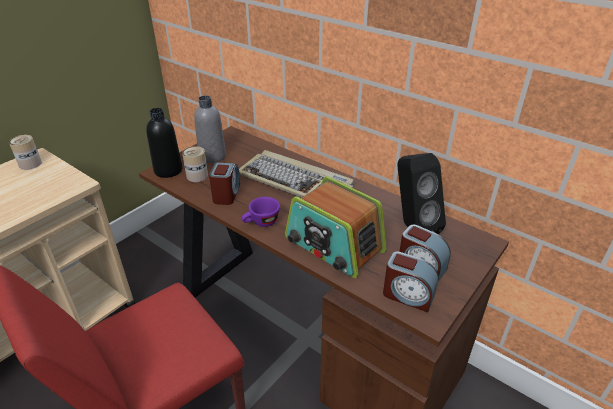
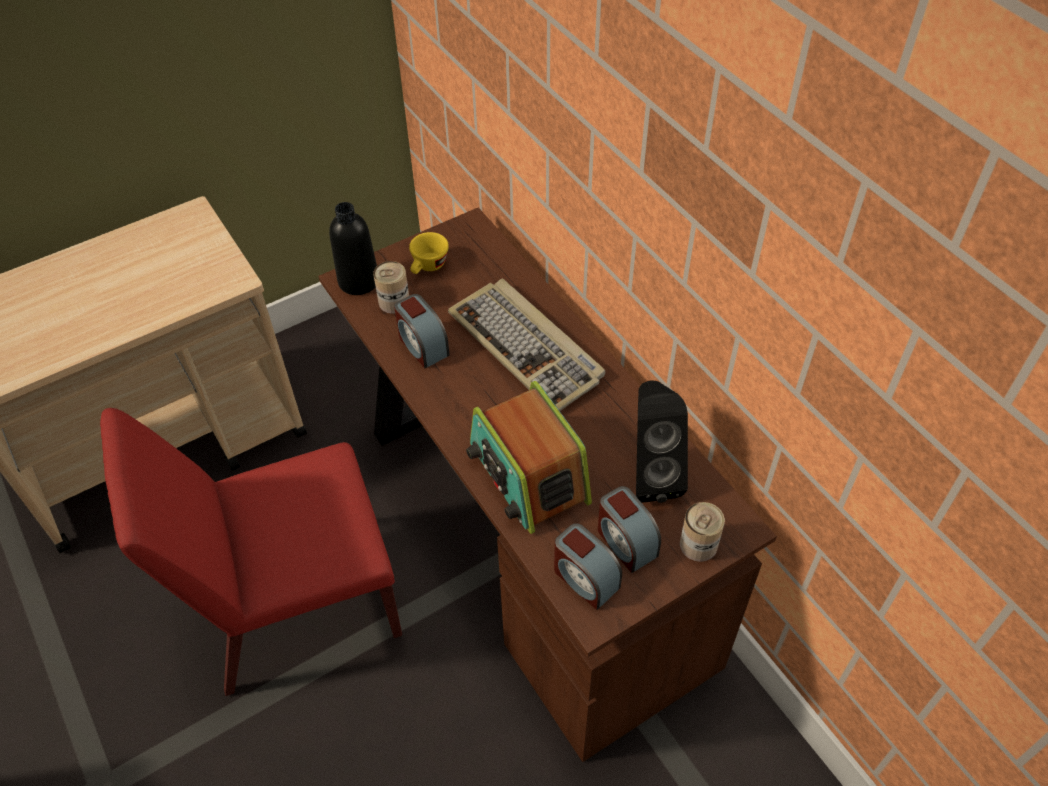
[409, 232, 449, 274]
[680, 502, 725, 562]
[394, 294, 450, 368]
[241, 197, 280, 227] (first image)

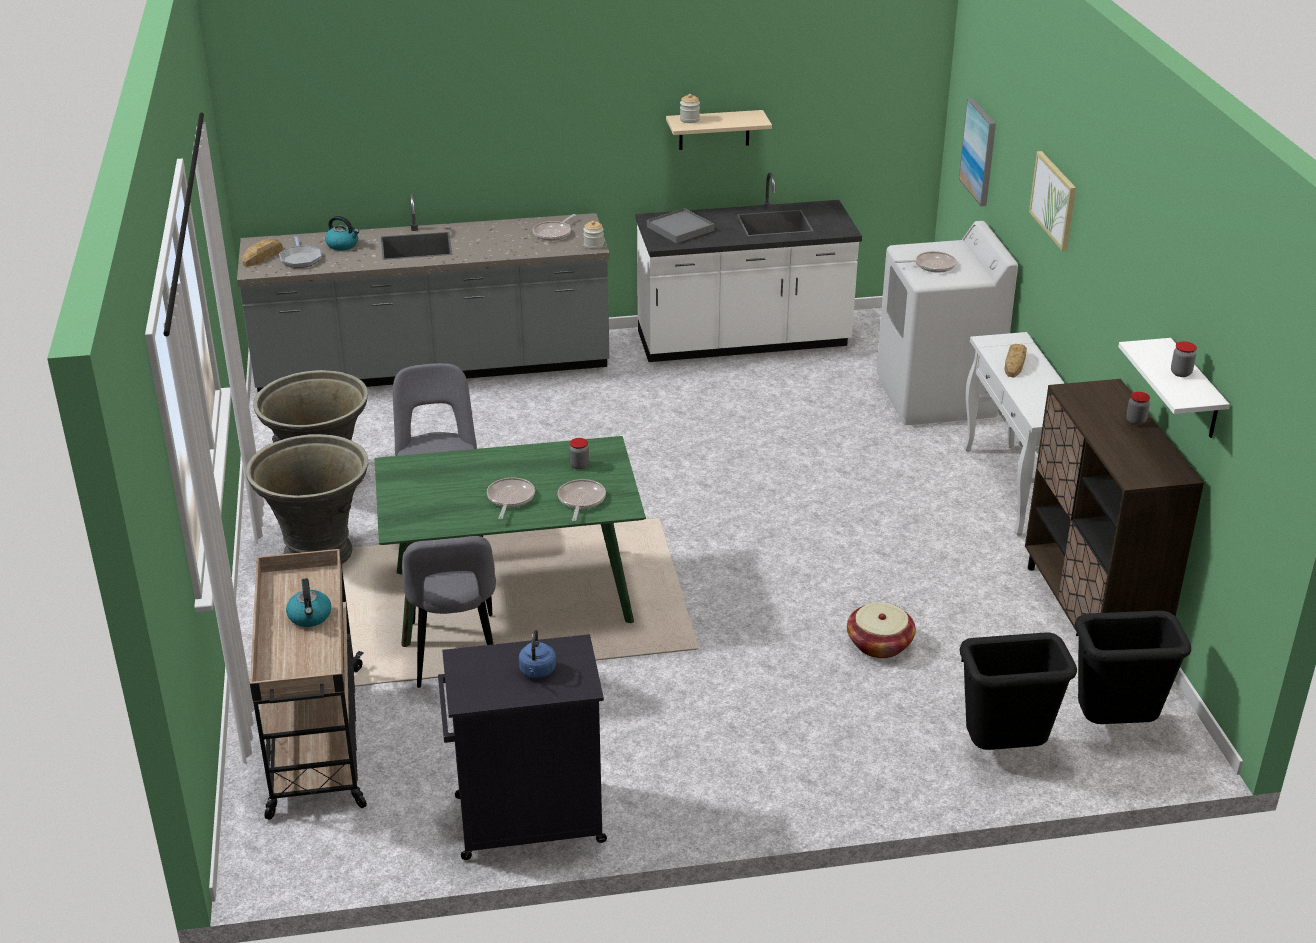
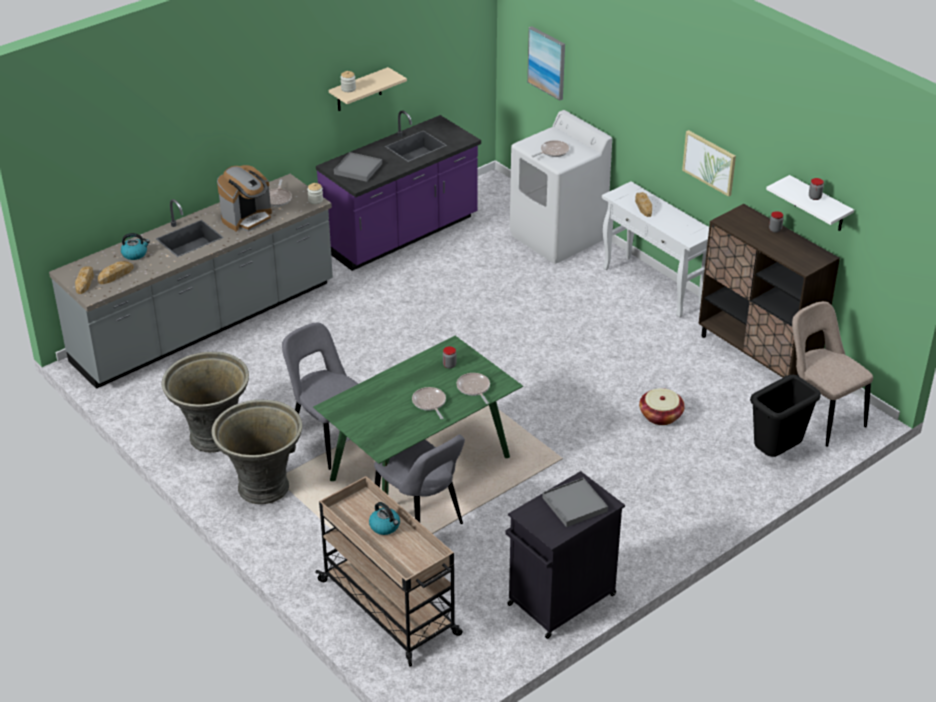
[682, 130, 736, 197]
[316, 110, 481, 271]
[98, 261, 134, 284]
[792, 301, 873, 447]
[542, 478, 608, 527]
[217, 165, 272, 232]

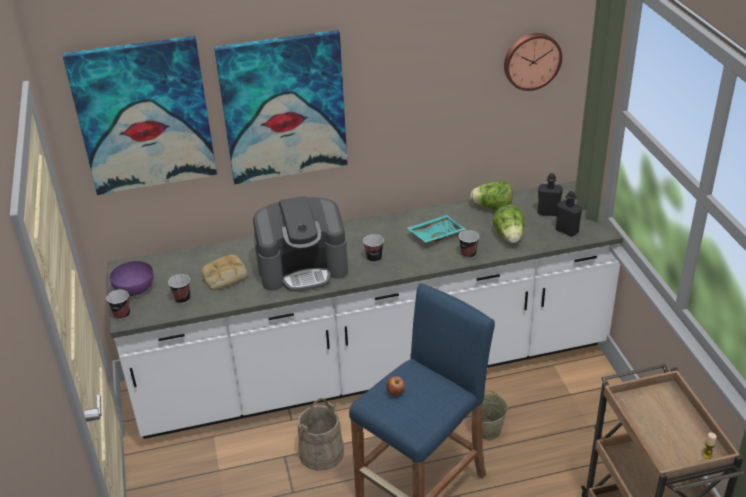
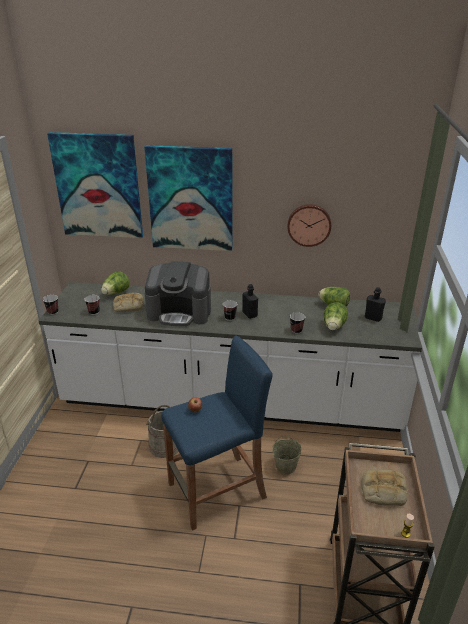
[287, 204, 331, 247]
[243, 284, 258, 319]
[407, 215, 466, 243] (first image)
[110, 261, 154, 296] (first image)
[101, 271, 129, 295]
[362, 470, 408, 506]

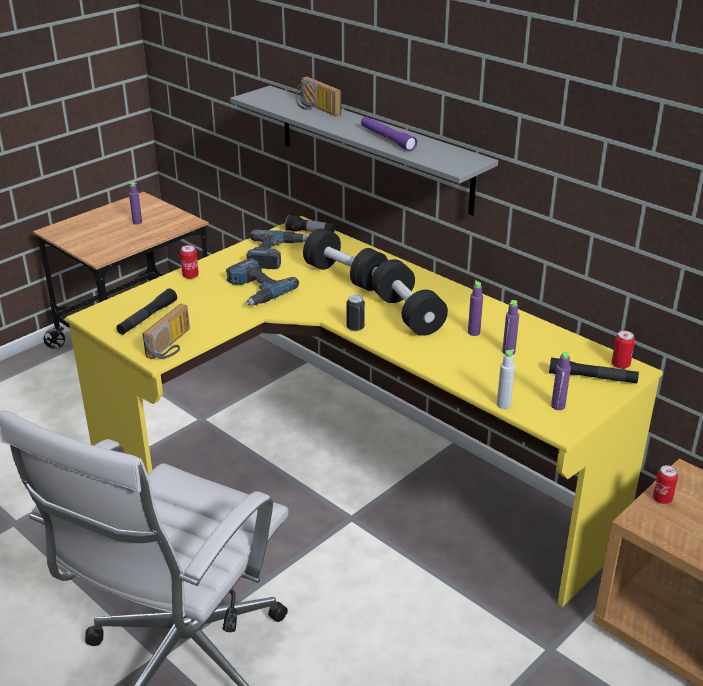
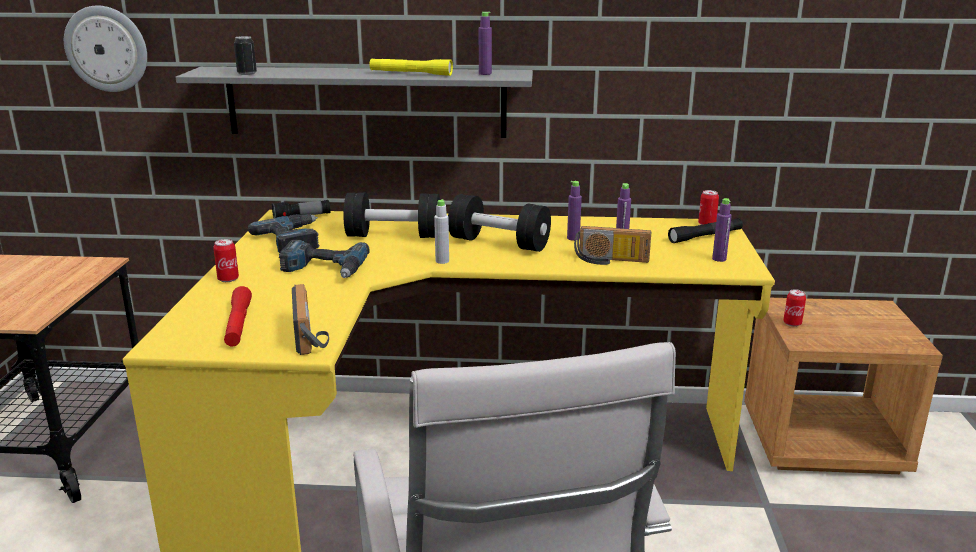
[574, 226, 651, 265]
[370, 58, 453, 76]
[479, 12, 492, 75]
[224, 286, 252, 346]
[234, 36, 257, 75]
[434, 199, 449, 264]
[64, 5, 147, 92]

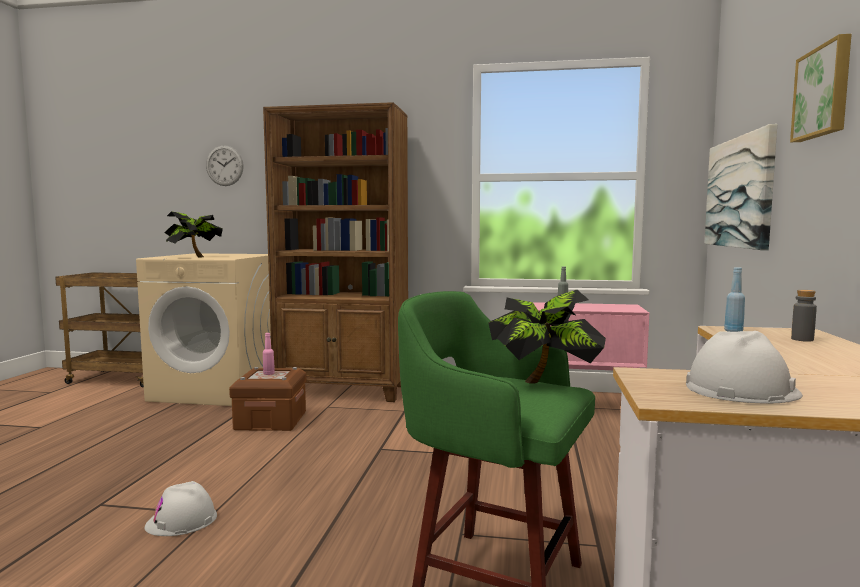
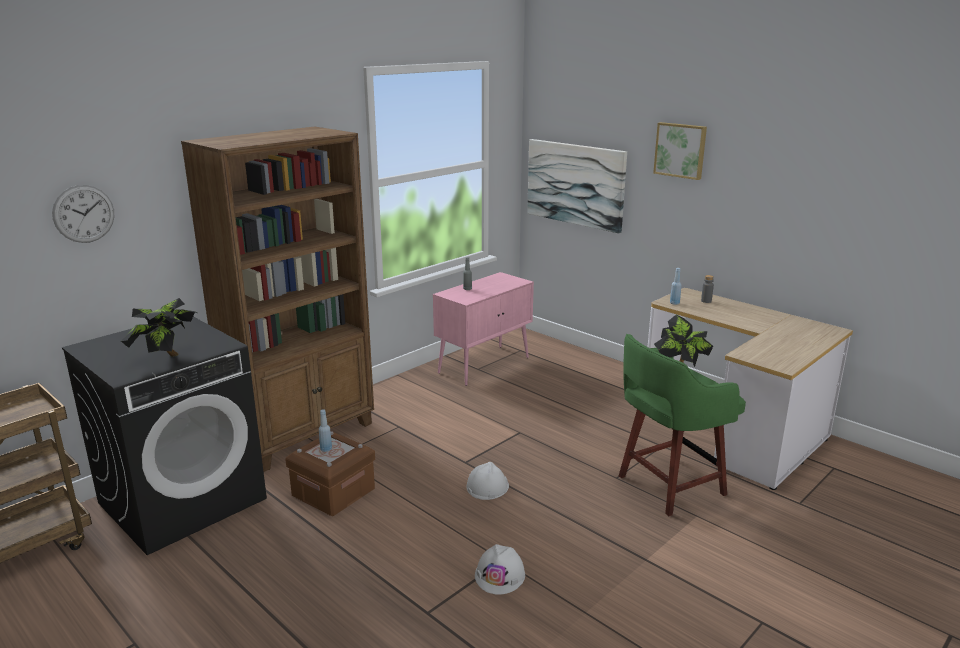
[62, 317, 267, 555]
[466, 462, 509, 500]
[319, 409, 332, 452]

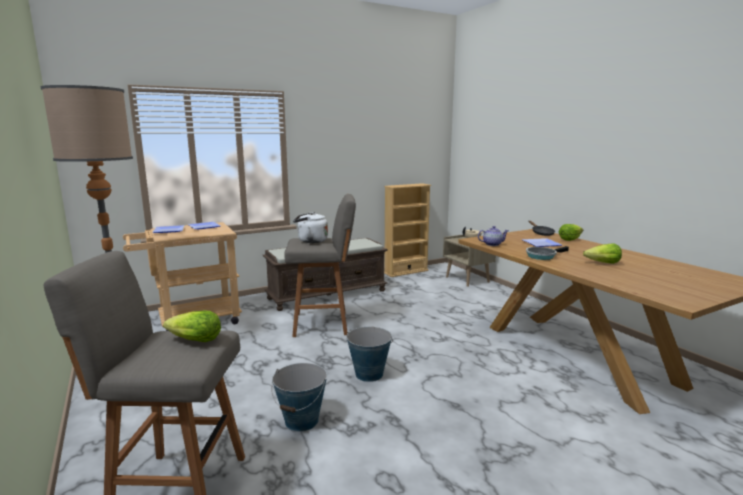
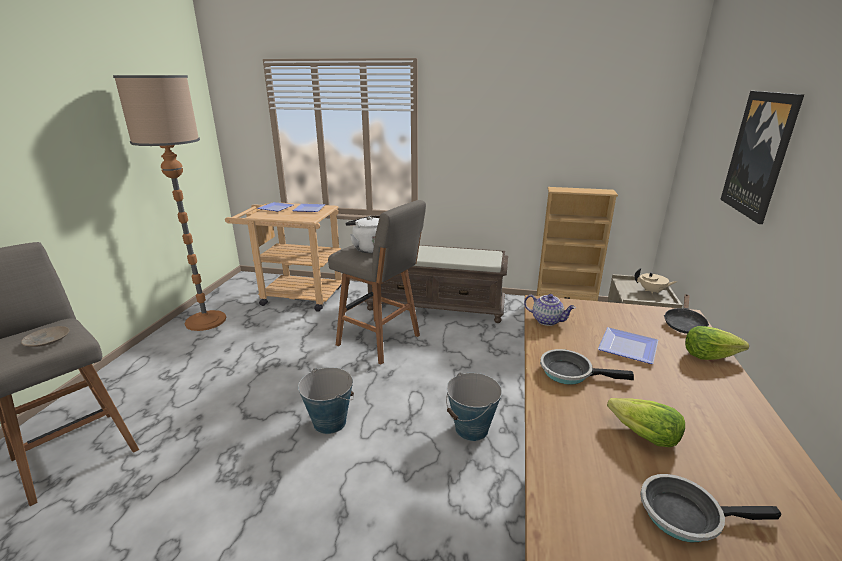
[21, 326, 69, 347]
[446, 373, 502, 441]
[720, 91, 804, 224]
[640, 474, 782, 542]

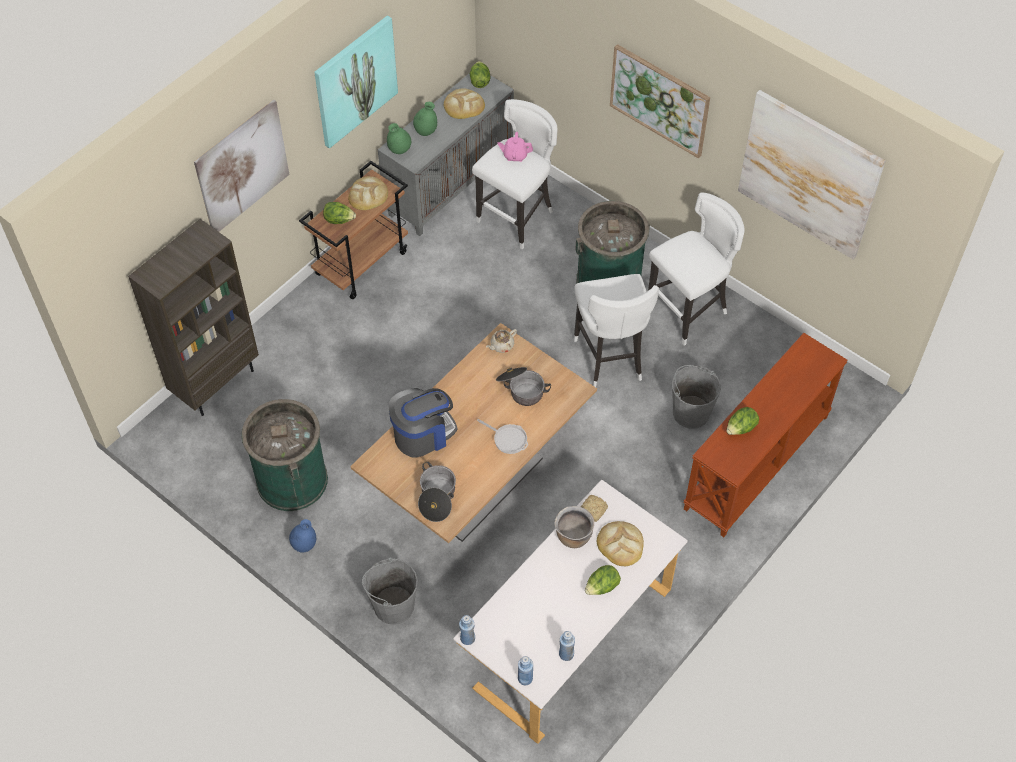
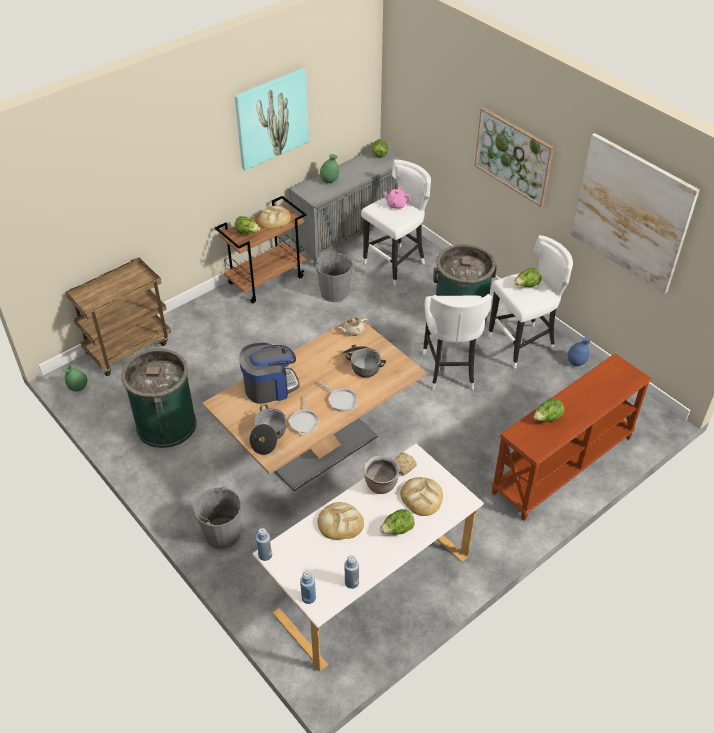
[317, 502, 364, 540]
[194, 100, 289, 232] (first image)
[63, 365, 87, 392]
[66, 258, 171, 376]
[316, 251, 352, 302]
[568, 337, 590, 366]
[514, 268, 542, 287]
[288, 395, 320, 434]

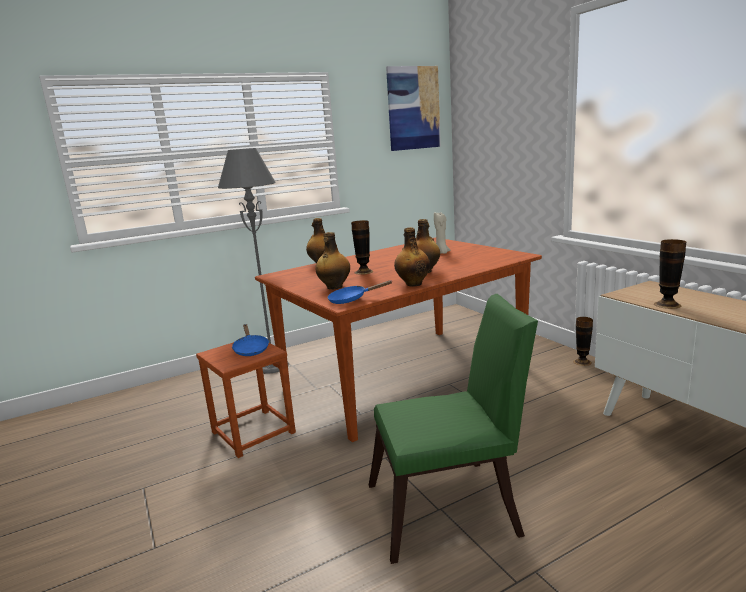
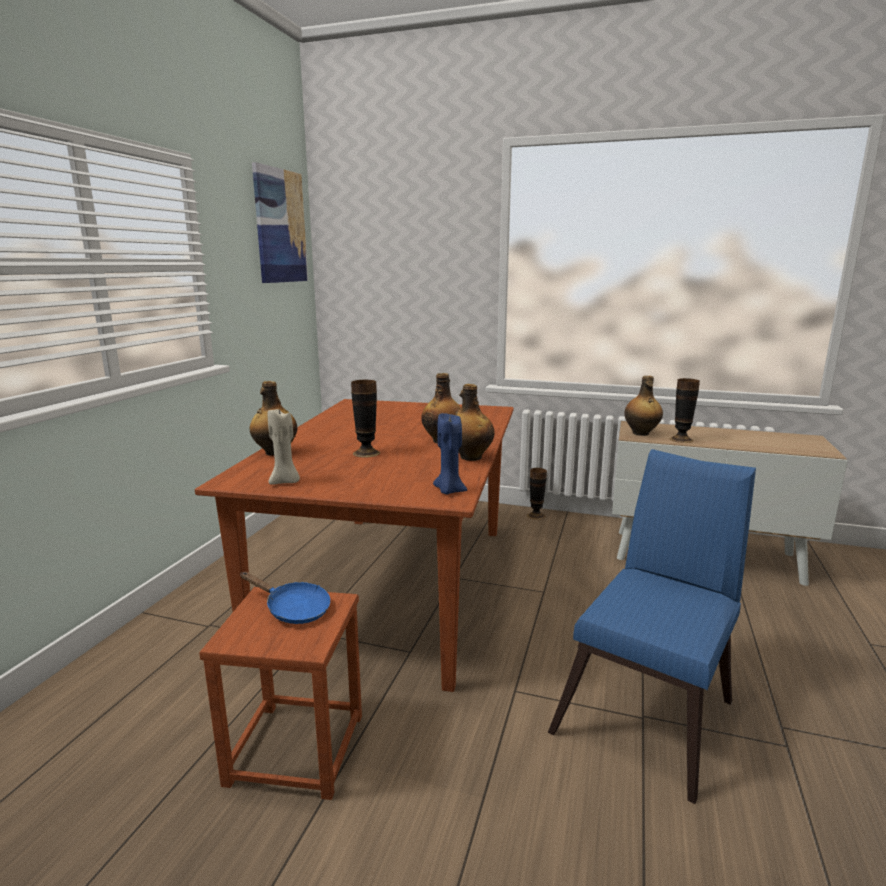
[218, 148, 289, 374] (first image)
[267, 409, 300, 485]
[624, 376, 663, 436]
[433, 413, 467, 494]
[548, 449, 756, 804]

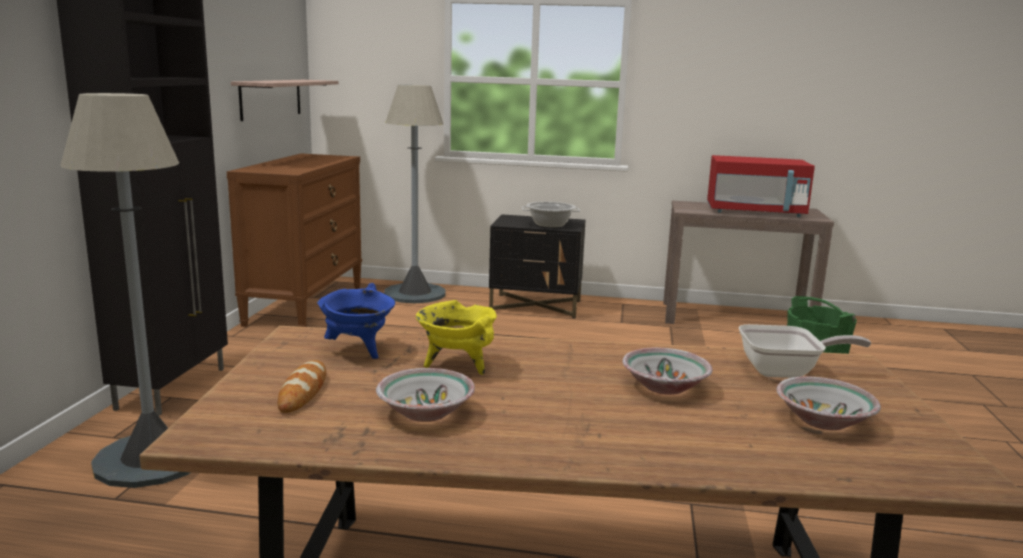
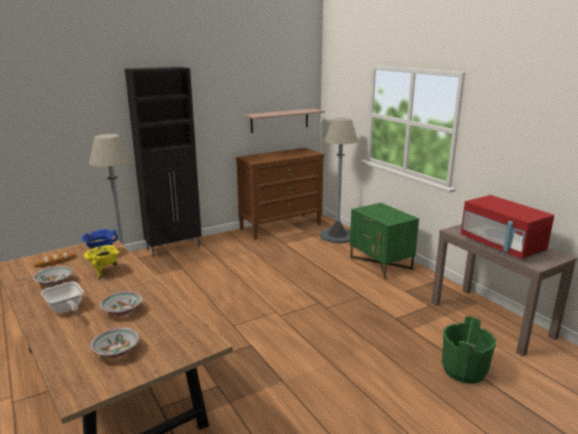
[522, 202, 580, 228] (first image)
[350, 203, 419, 279]
[41, 281, 84, 313]

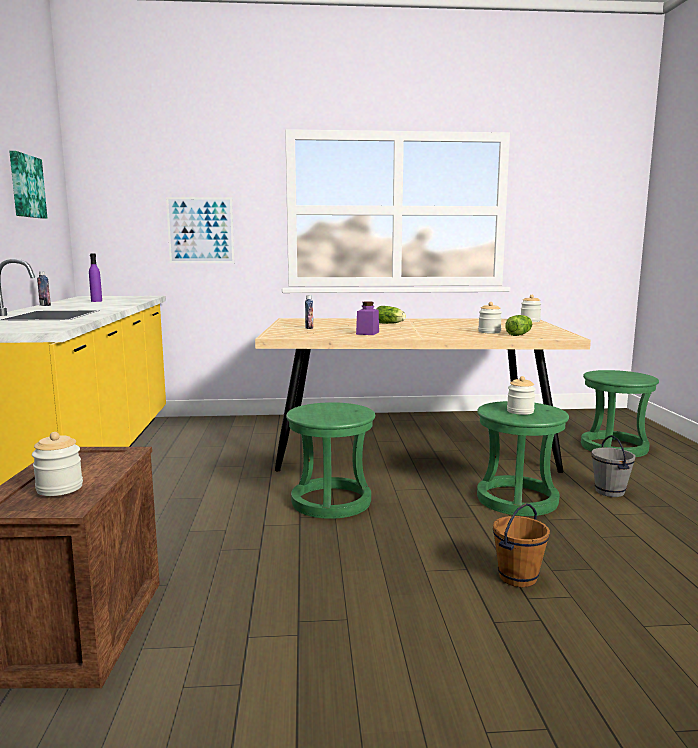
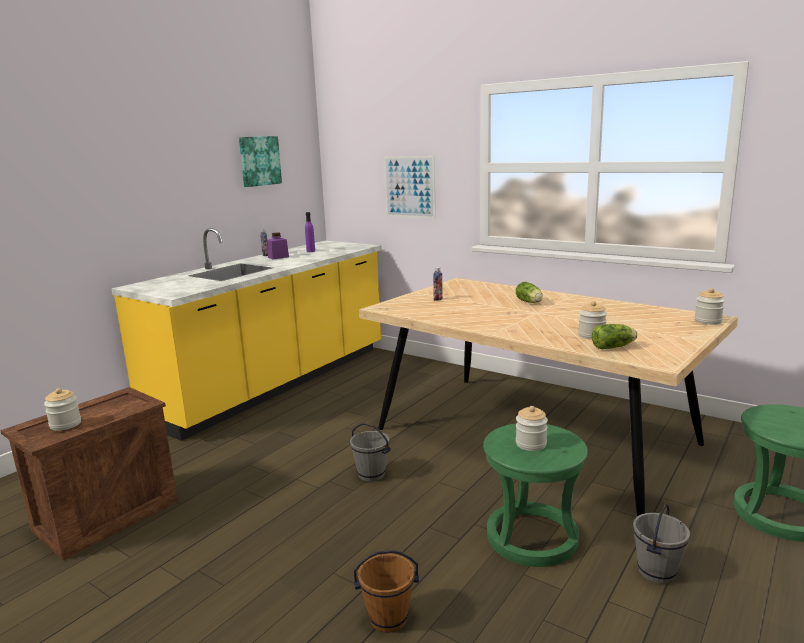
[267, 232, 289, 259]
[350, 423, 391, 482]

